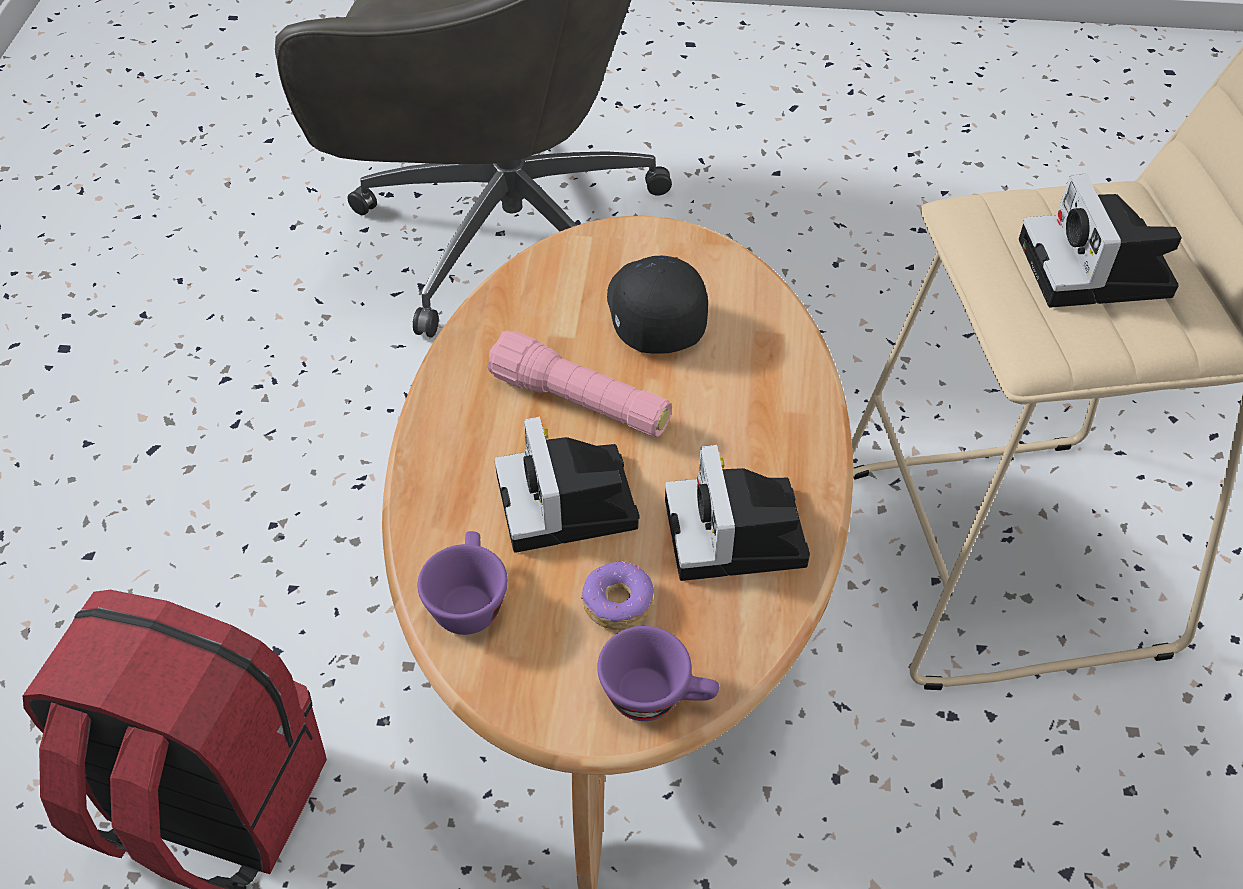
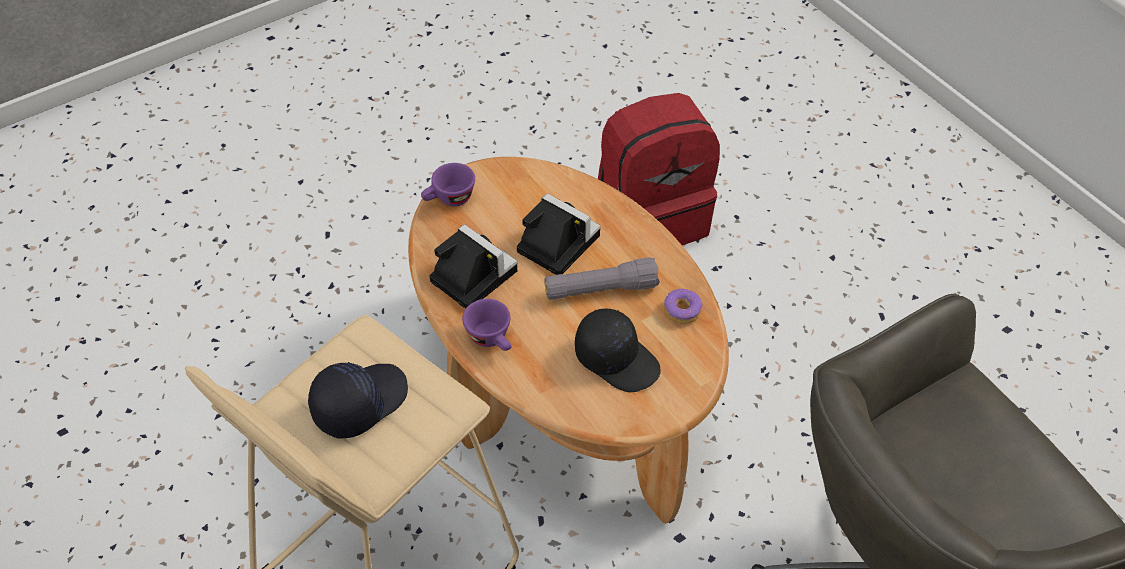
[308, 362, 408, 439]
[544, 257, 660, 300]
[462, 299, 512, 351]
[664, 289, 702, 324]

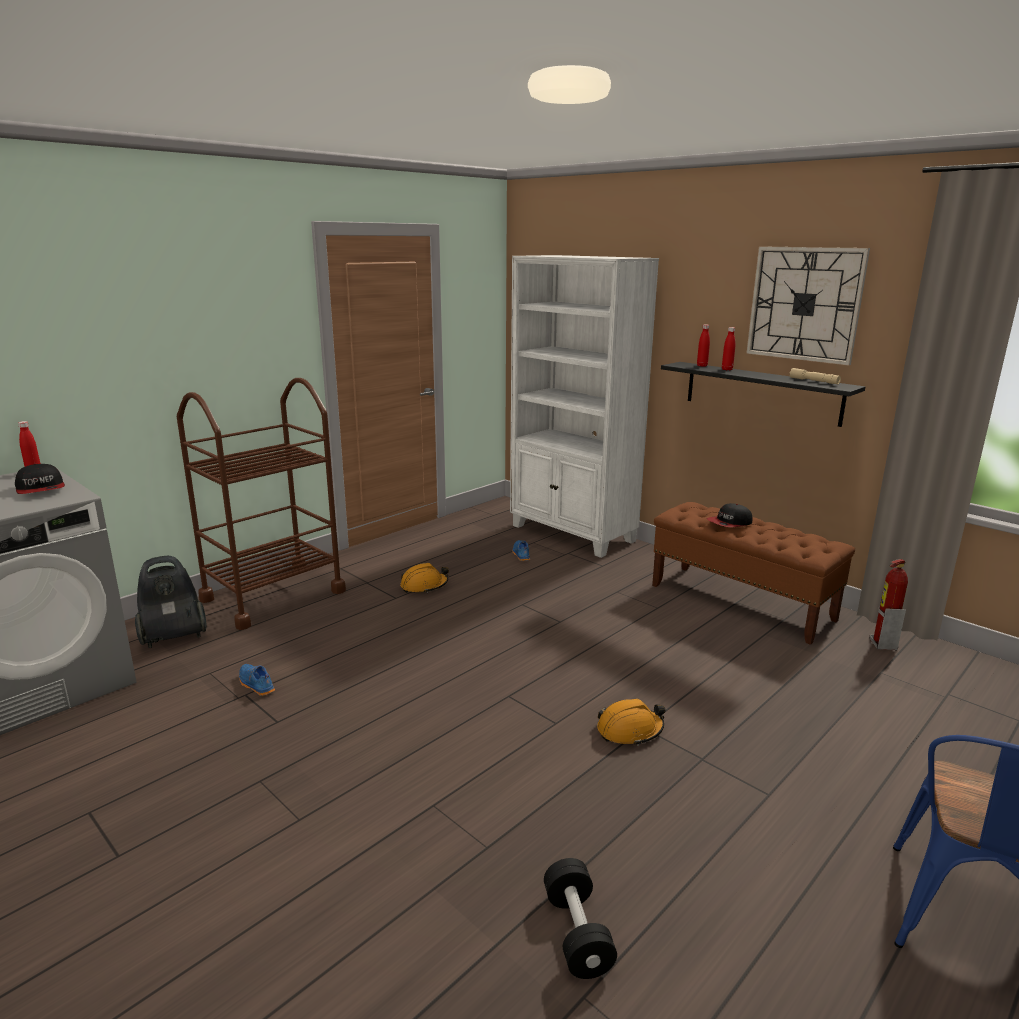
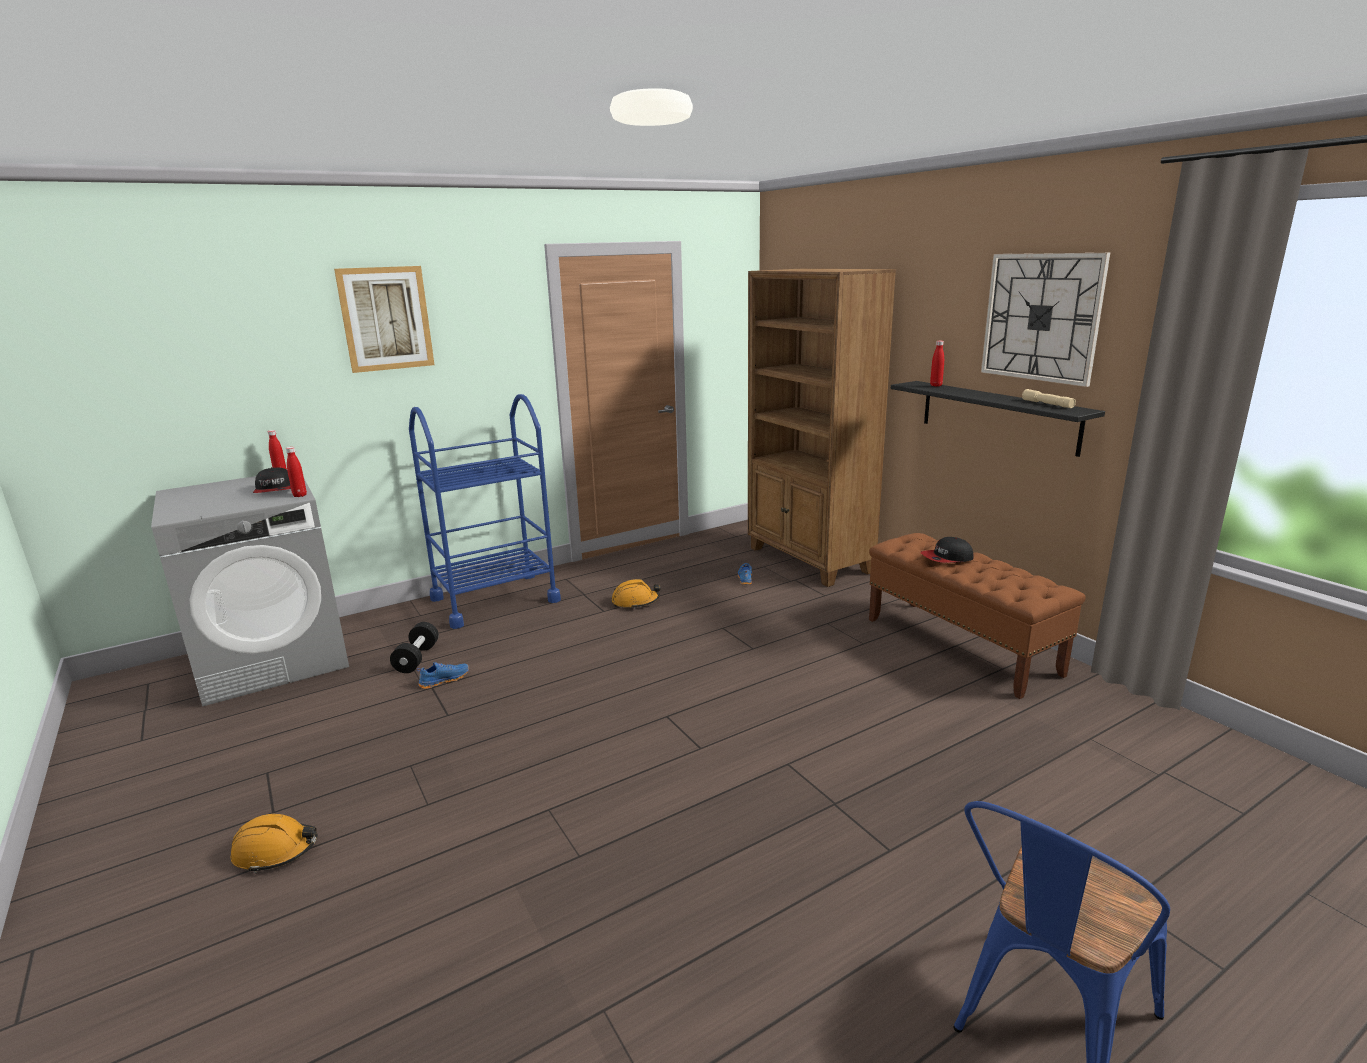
[748, 269, 896, 587]
[286, 447, 307, 497]
[409, 394, 561, 629]
[135, 556, 207, 648] (first image)
[870, 559, 908, 650] (first image)
[417, 662, 469, 689]
[231, 814, 318, 873]
[390, 622, 439, 673]
[334, 266, 435, 373]

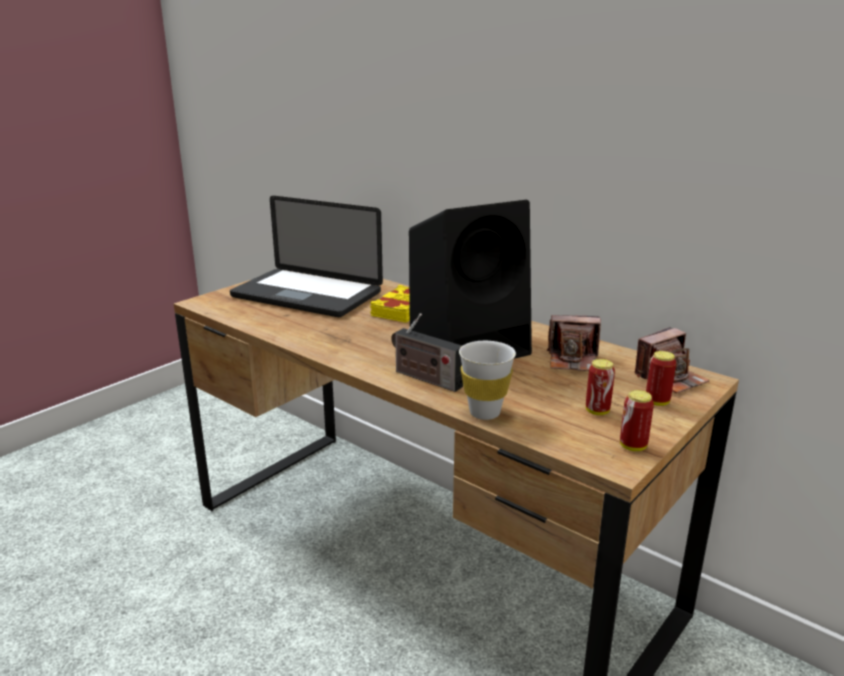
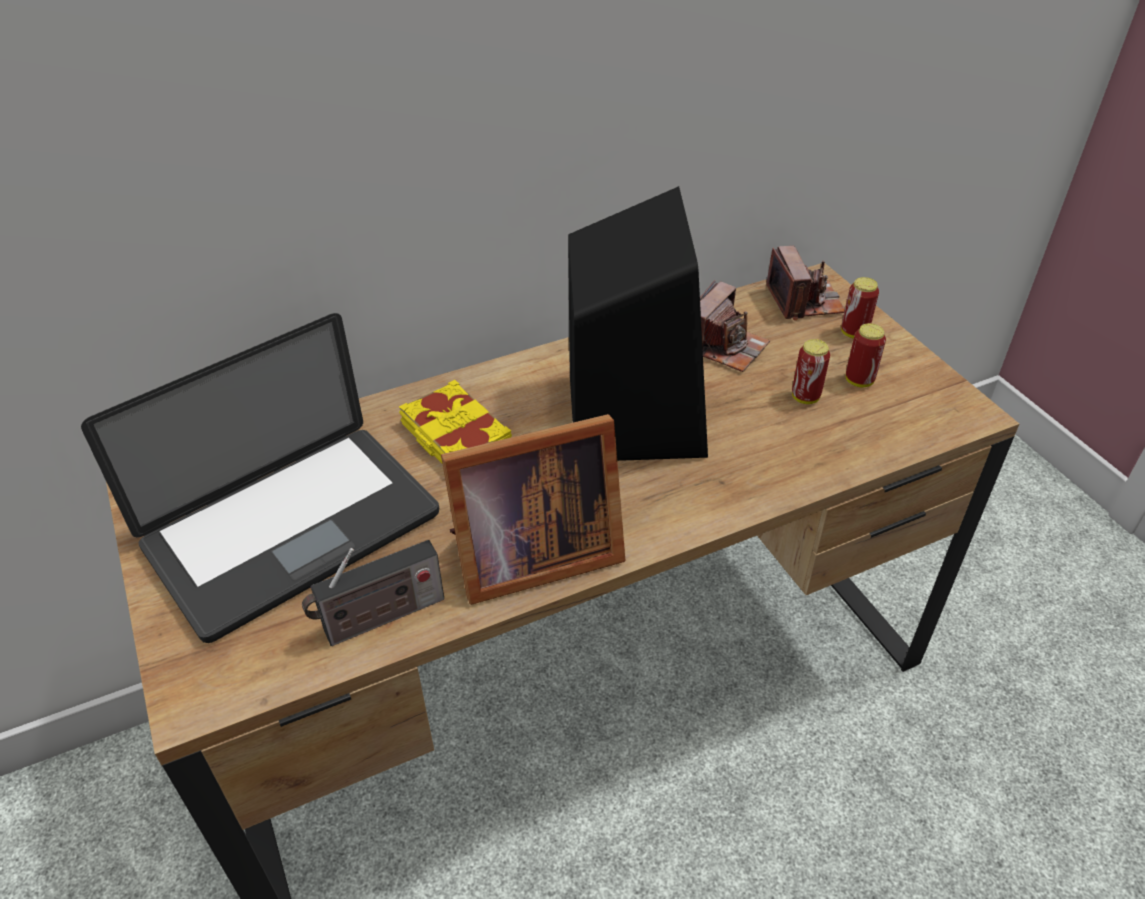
[302, 540, 444, 646]
[459, 341, 516, 420] (first image)
[792, 339, 830, 404]
[441, 414, 626, 605]

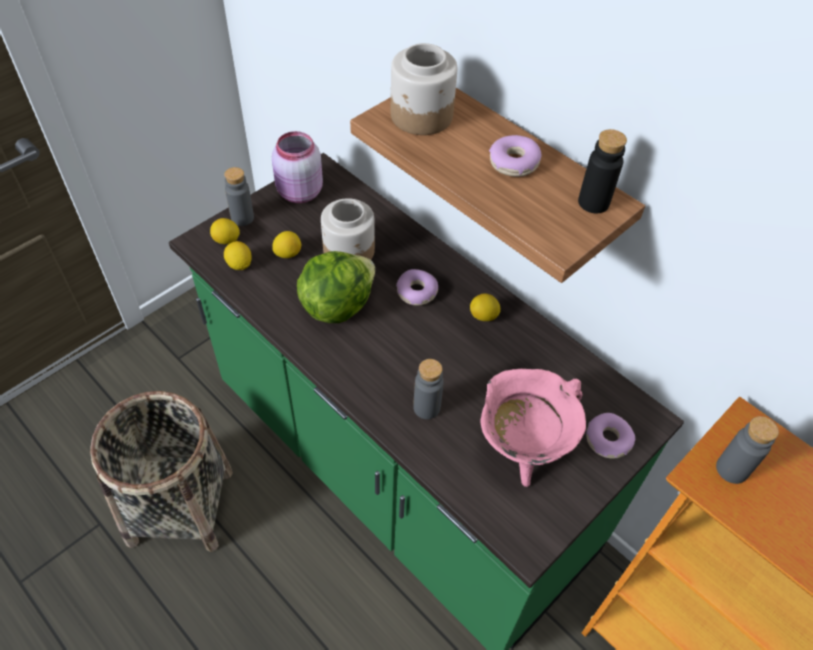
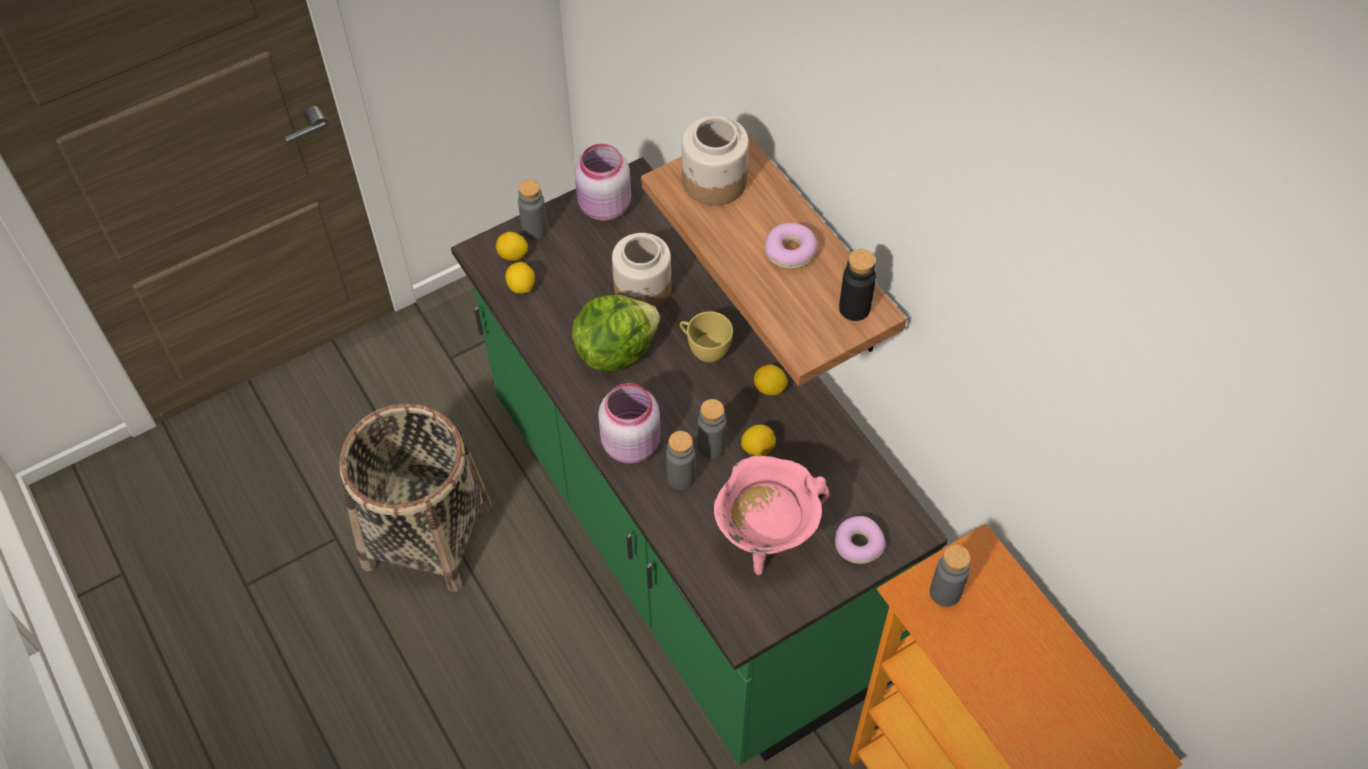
[741, 424, 776, 456]
[680, 311, 733, 362]
[598, 383, 661, 464]
[698, 399, 727, 459]

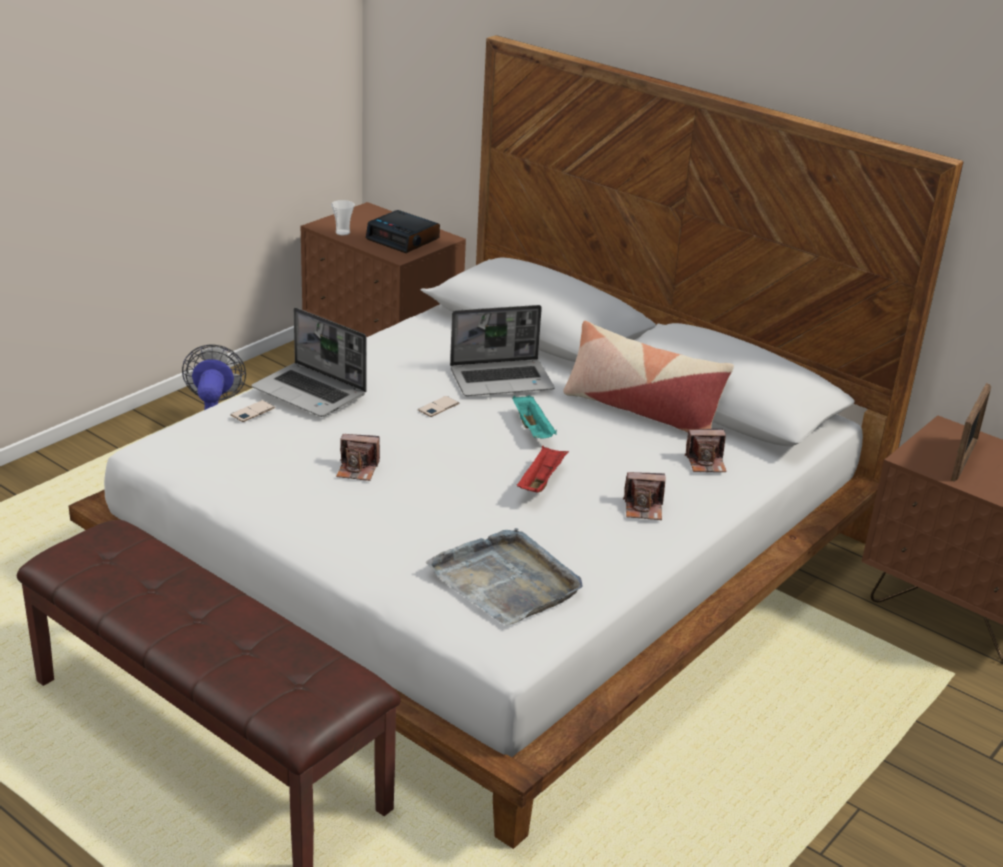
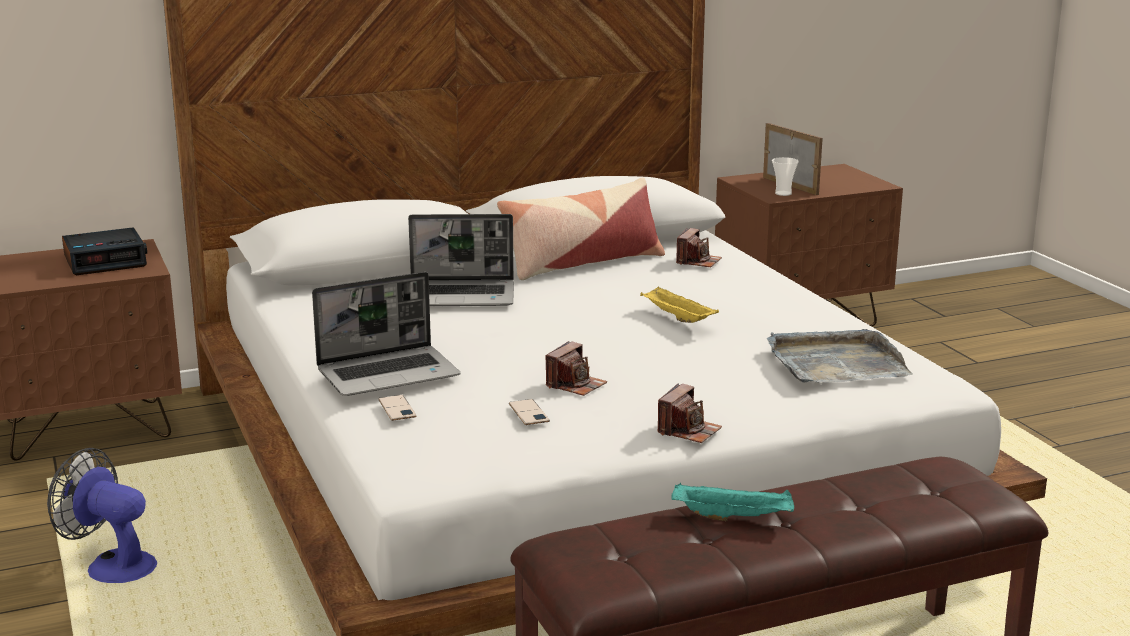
[772, 157, 799, 196]
[408, 214, 514, 306]
[509, 399, 550, 425]
[671, 483, 794, 521]
[640, 286, 719, 323]
[657, 383, 722, 443]

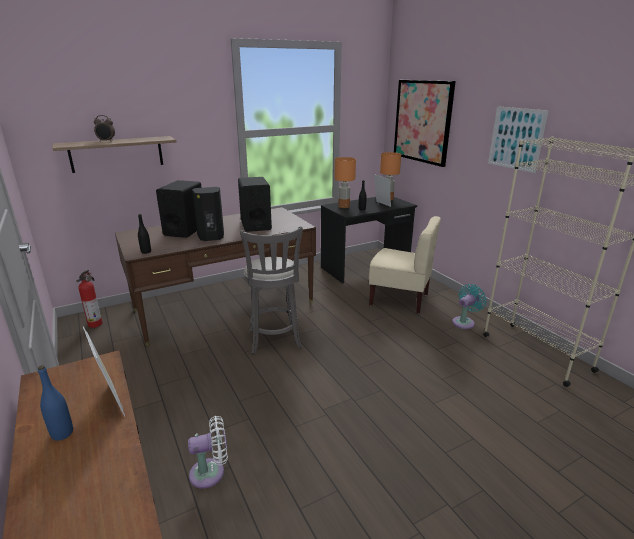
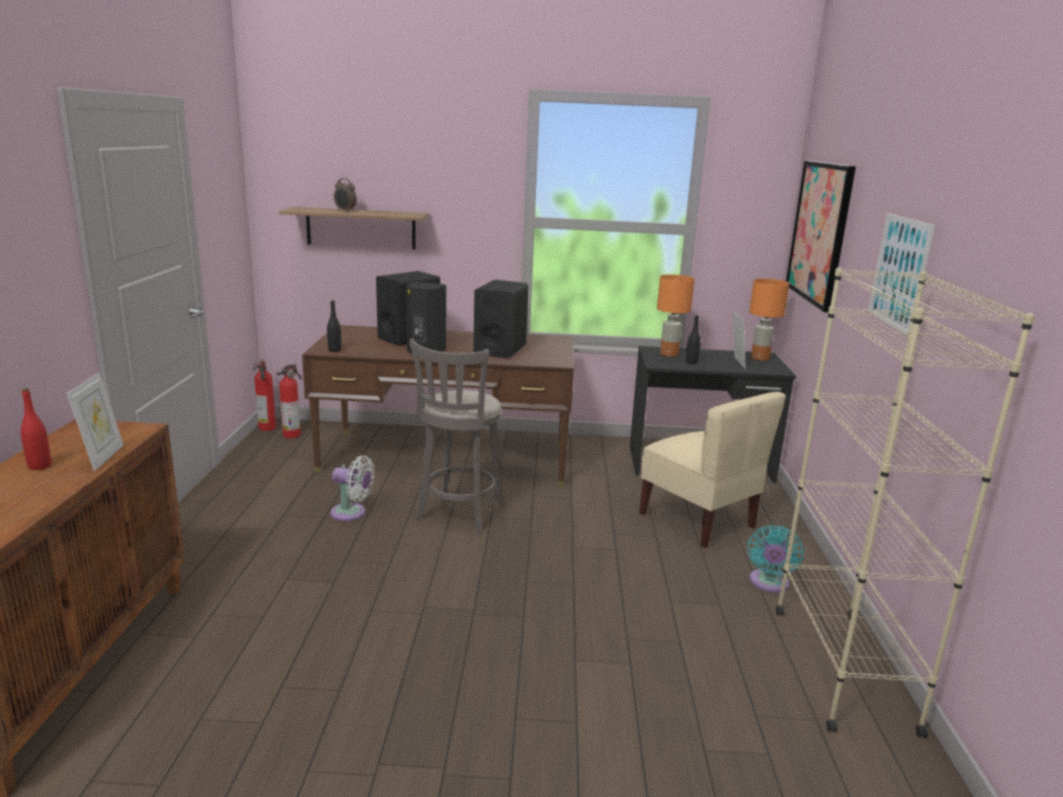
[747, 525, 804, 593]
[21, 388, 51, 470]
[330, 456, 375, 521]
[253, 359, 276, 431]

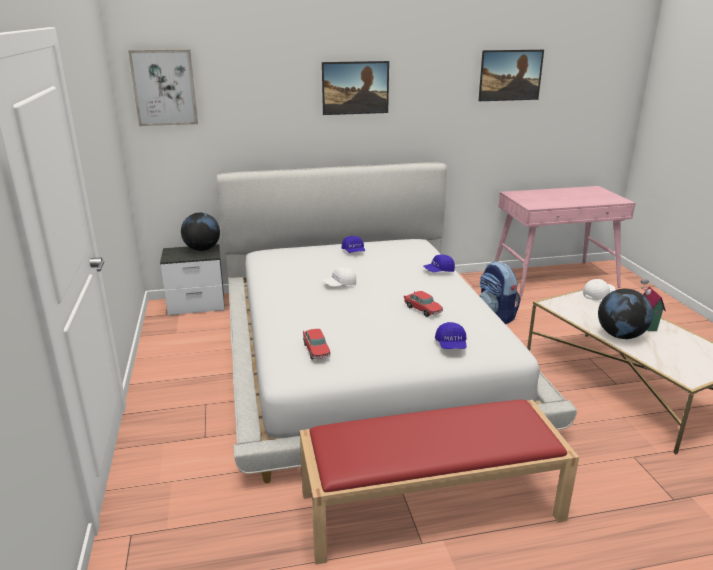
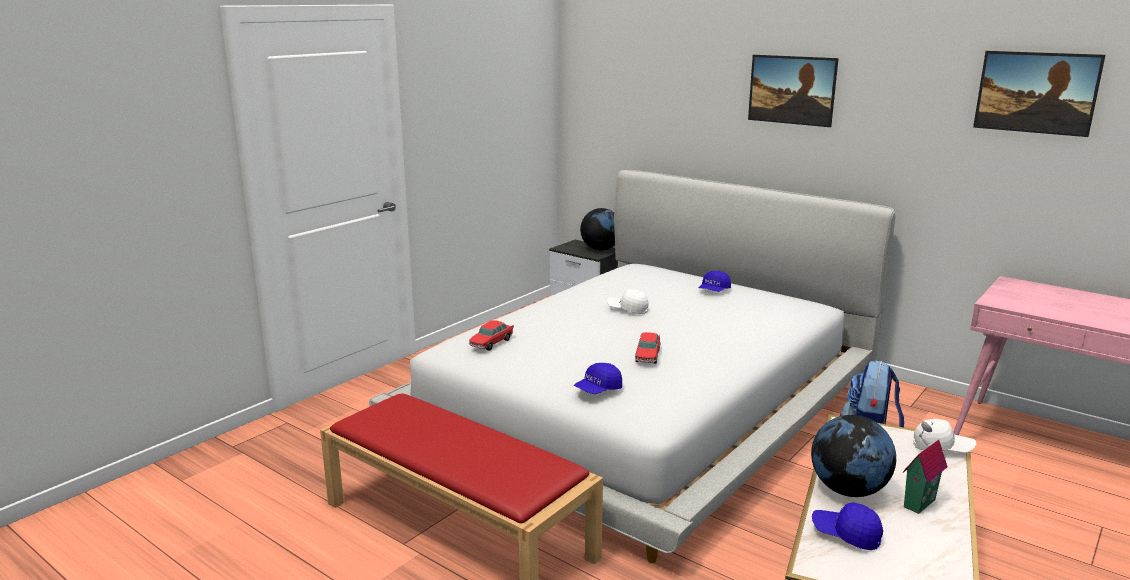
[128, 49, 198, 126] (first image)
[812, 502, 883, 550]

